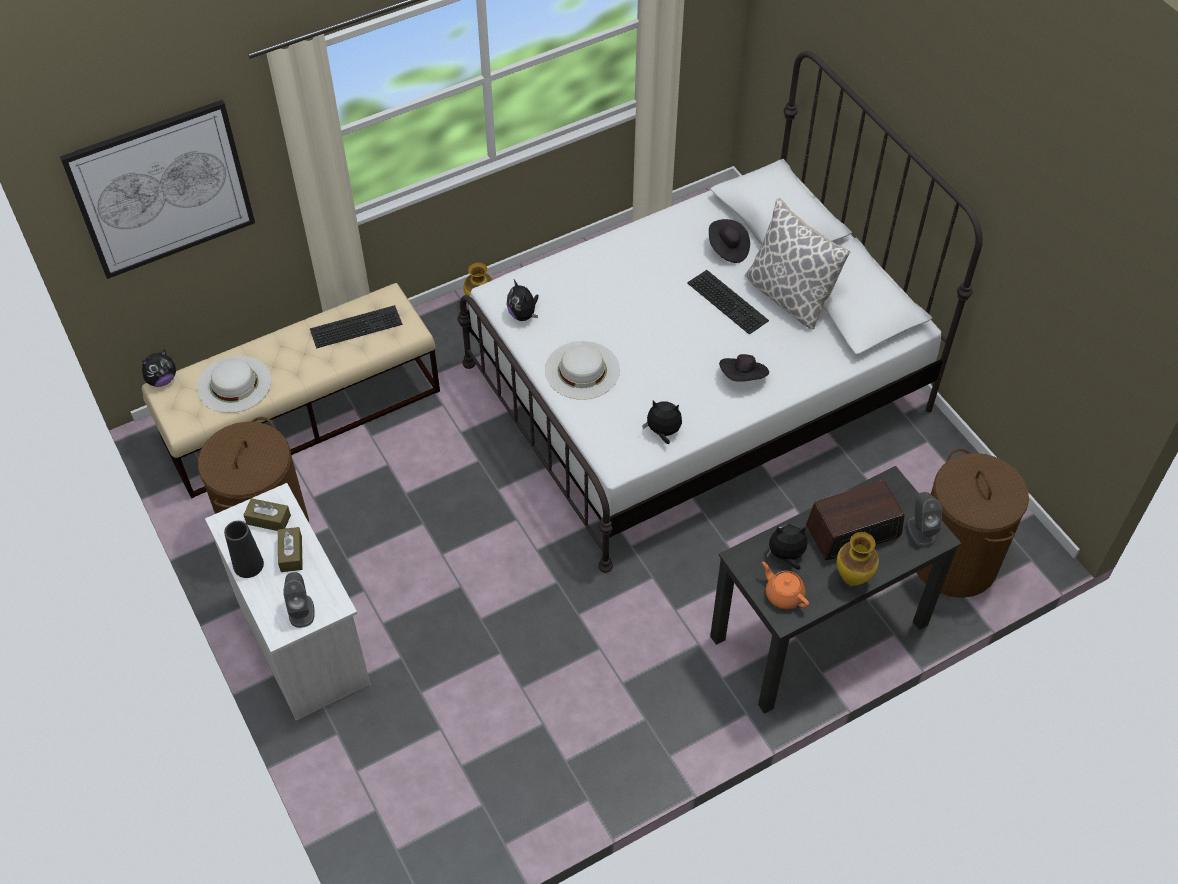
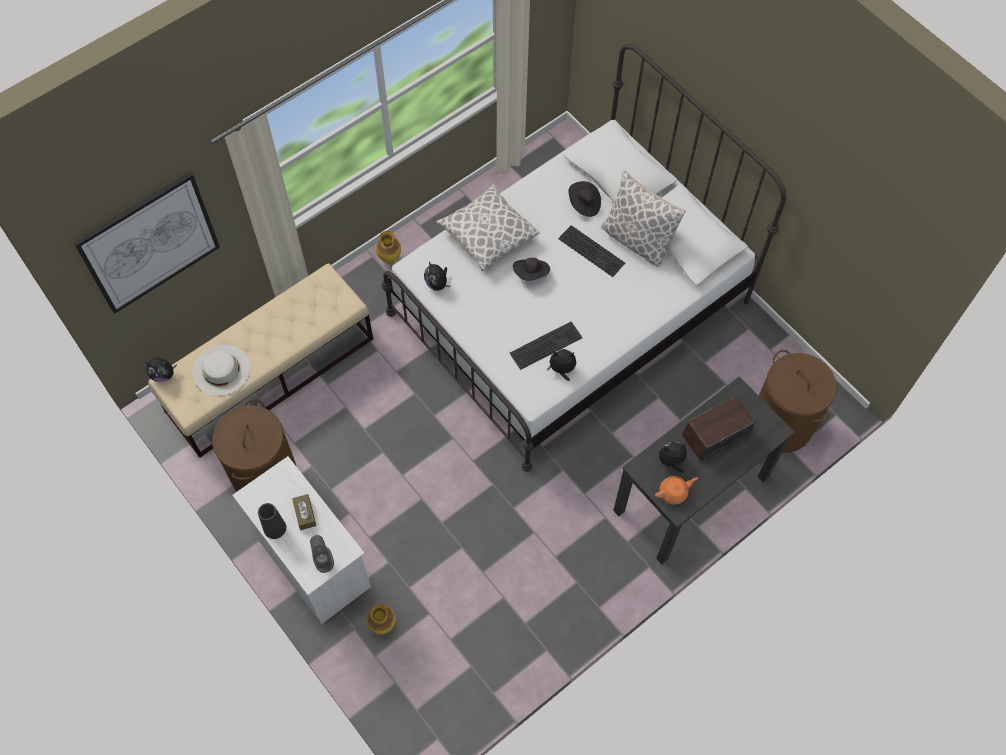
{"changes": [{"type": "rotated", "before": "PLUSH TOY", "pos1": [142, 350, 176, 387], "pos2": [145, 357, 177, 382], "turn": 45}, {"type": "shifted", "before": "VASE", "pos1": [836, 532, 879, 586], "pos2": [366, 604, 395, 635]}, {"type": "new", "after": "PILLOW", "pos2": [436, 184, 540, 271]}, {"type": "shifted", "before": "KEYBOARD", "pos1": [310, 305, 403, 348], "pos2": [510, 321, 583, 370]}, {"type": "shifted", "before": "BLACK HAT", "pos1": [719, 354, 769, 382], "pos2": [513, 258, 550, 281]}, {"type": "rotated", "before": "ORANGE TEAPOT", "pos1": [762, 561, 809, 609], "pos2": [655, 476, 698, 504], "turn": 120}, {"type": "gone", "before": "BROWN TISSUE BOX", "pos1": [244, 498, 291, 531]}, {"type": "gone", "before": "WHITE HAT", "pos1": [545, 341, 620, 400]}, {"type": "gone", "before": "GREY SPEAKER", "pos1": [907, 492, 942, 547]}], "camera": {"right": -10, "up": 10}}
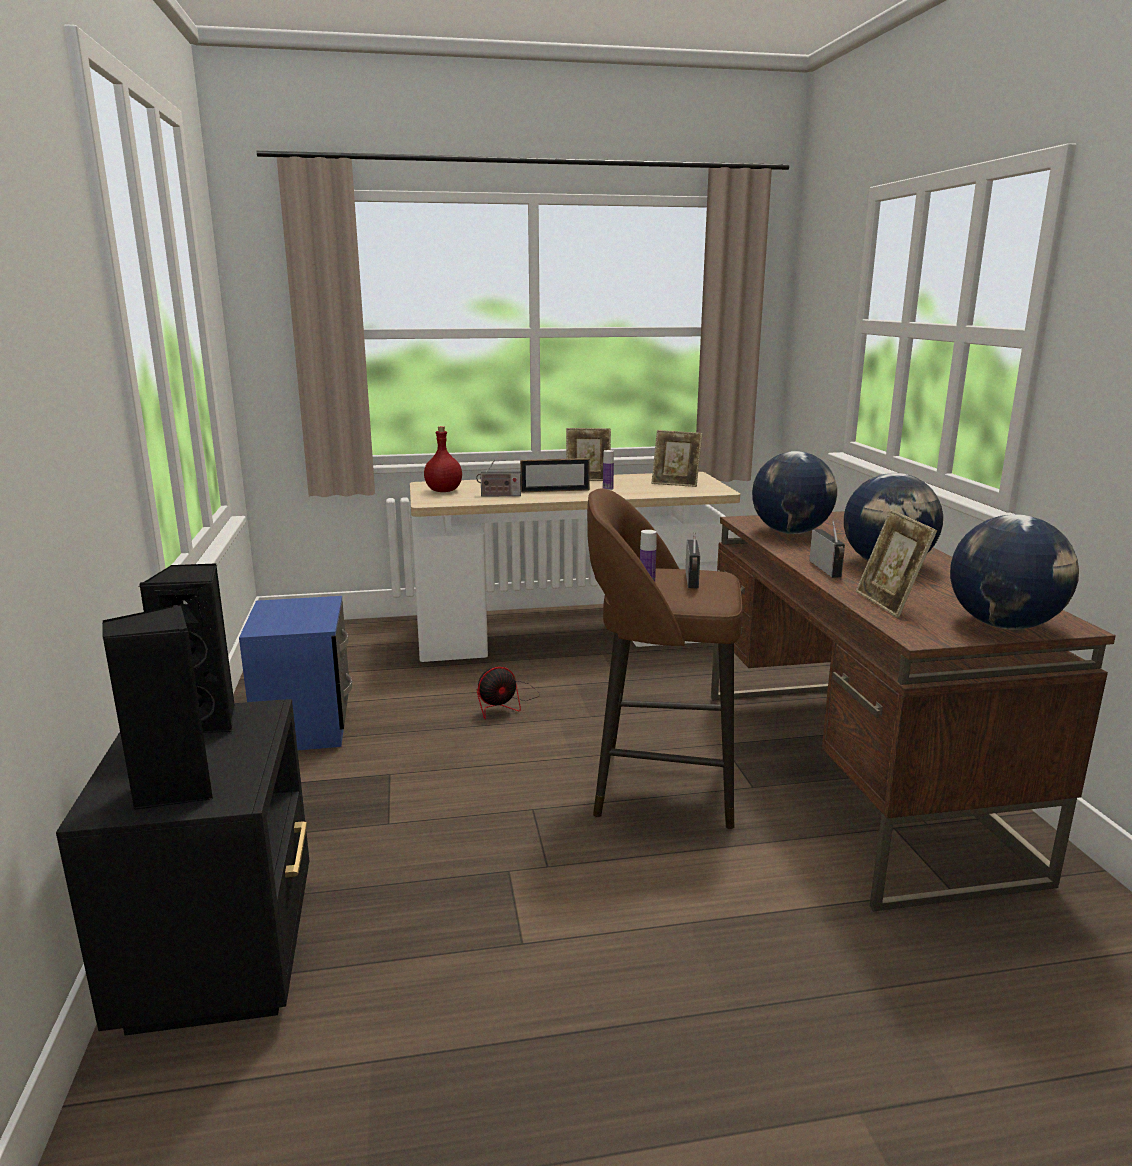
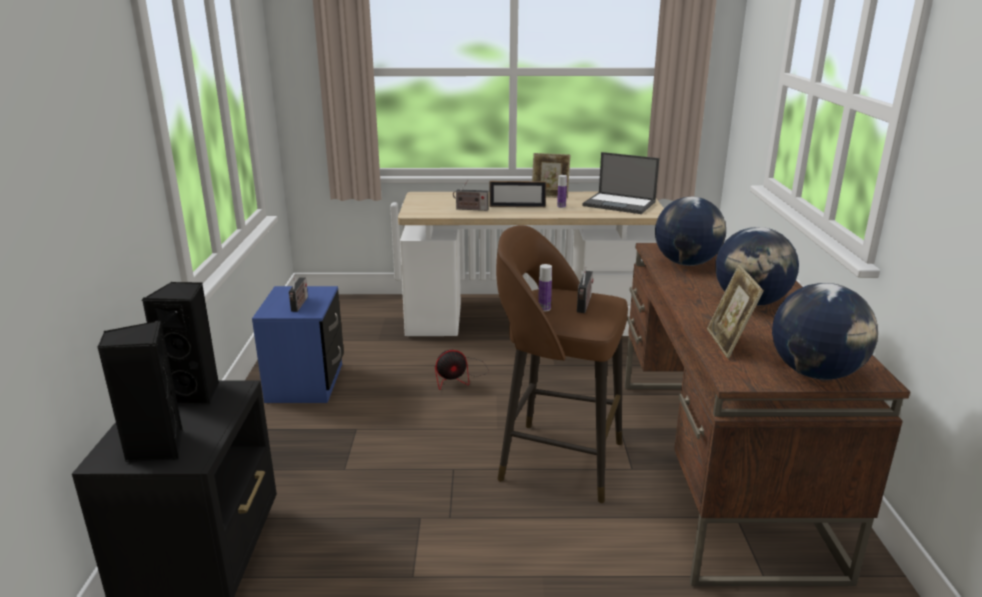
{"changes": [{"type": "shifted", "before": "RADIO", "pos1": [809, 521, 845, 578], "pos2": [289, 275, 308, 312]}, {"type": "swapped", "before": "PICTURE FRAME", "after": "LAPTOP", "pos1": [651, 430, 702, 487], "pos2": [583, 152, 660, 214]}, {"type": "gone", "before": "RED BOTTLE", "pos1": [424, 426, 462, 492]}], "camera": {"right": 10, "up": 5}}
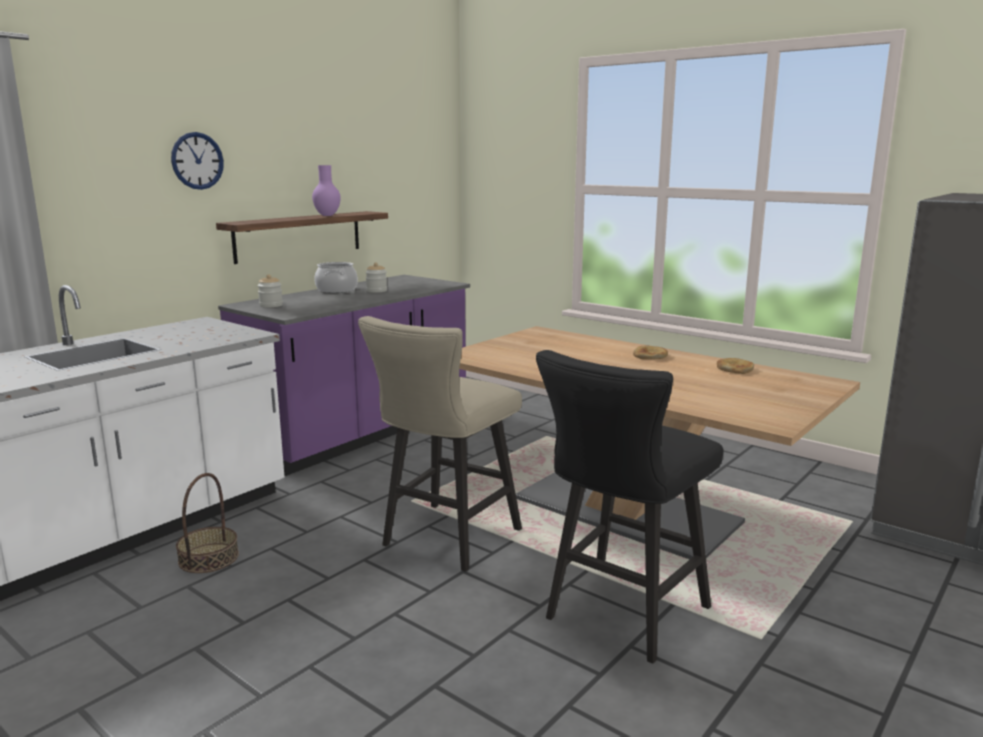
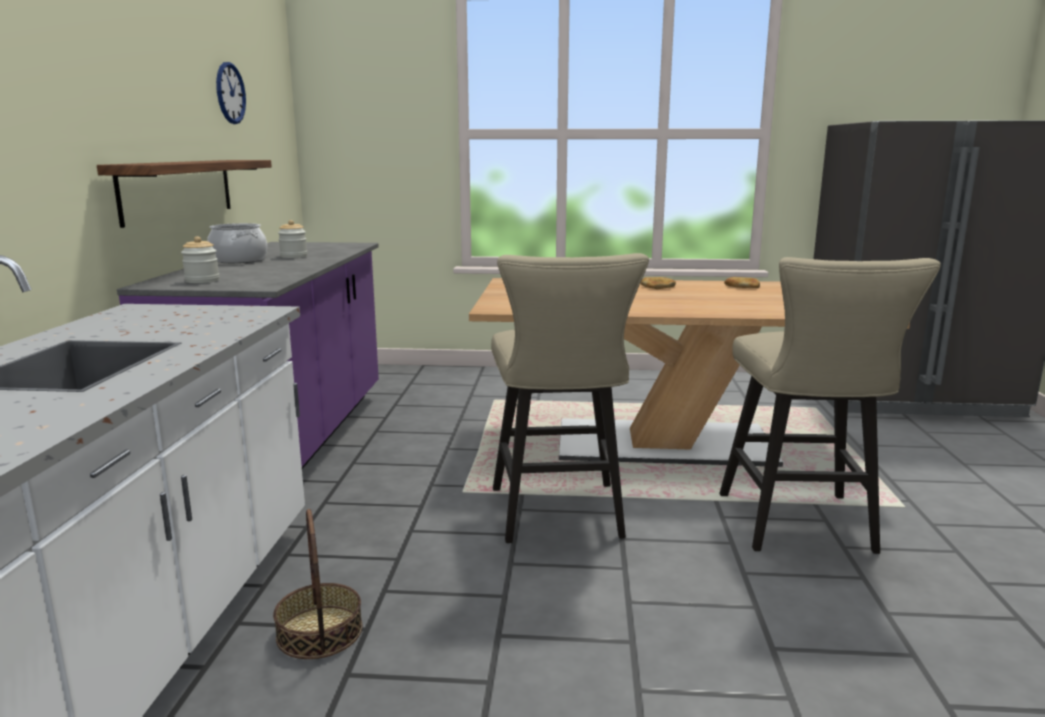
{"changes": [{"type": "shifted", "before": "WALL CLOCK", "pos1": [171, 132, 224, 190], "pos2": [216, 62, 246, 124]}, {"type": "repainted", "before": "BLACK STOOL", "after": "BEIGE STOOL", "pos1": [536, 350, 723, 664], "pos2": [719, 257, 941, 554]}, {"type": "gone", "before": "PURPLE VASE", "pos1": [312, 165, 341, 216]}], "camera": {"right": -35, "up": 0}}
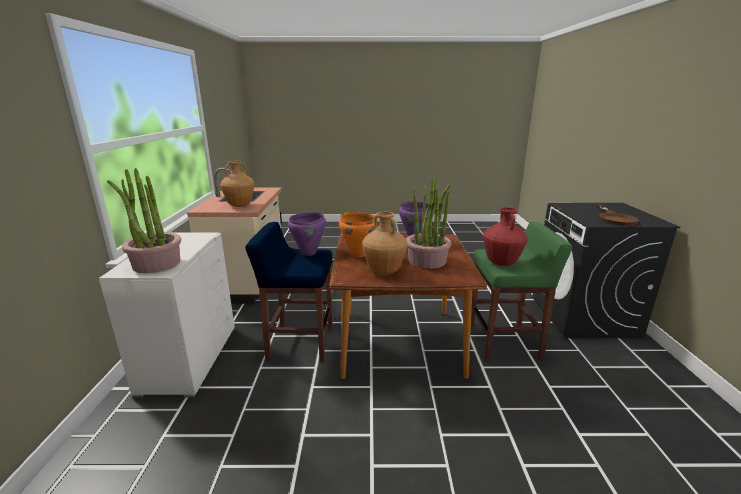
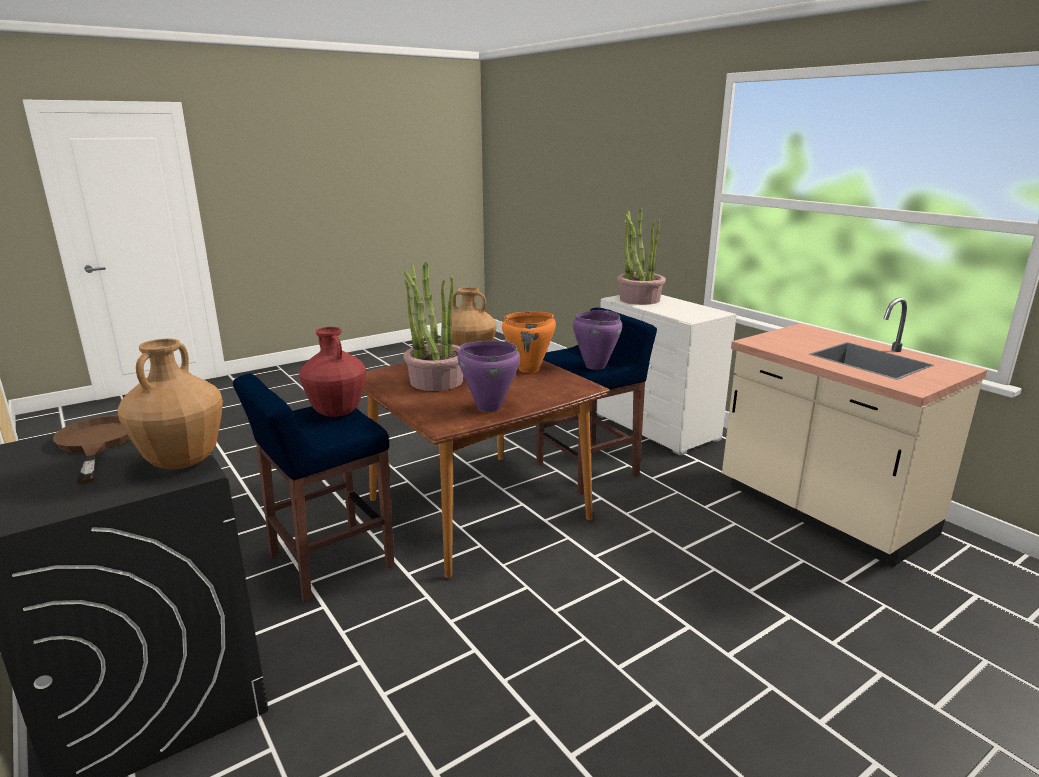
{"changes": [{"type": "shifted", "before": "BROWN VASE", "pos1": [220, 161, 254, 207], "pos2": [118, 338, 223, 469]}, {"type": "repainted", "before": "GREEN STOOL", "after": "BLUE STOOL", "pos1": [471, 222, 573, 361], "pos2": [233, 373, 394, 602]}], "camera": {"right": 145, "up": 0}}
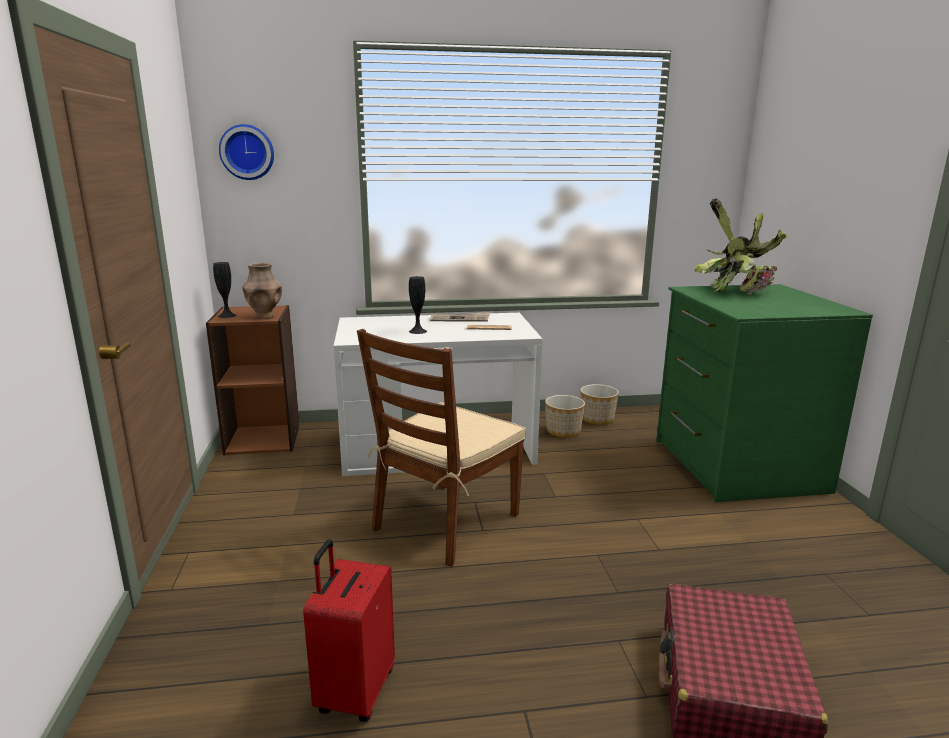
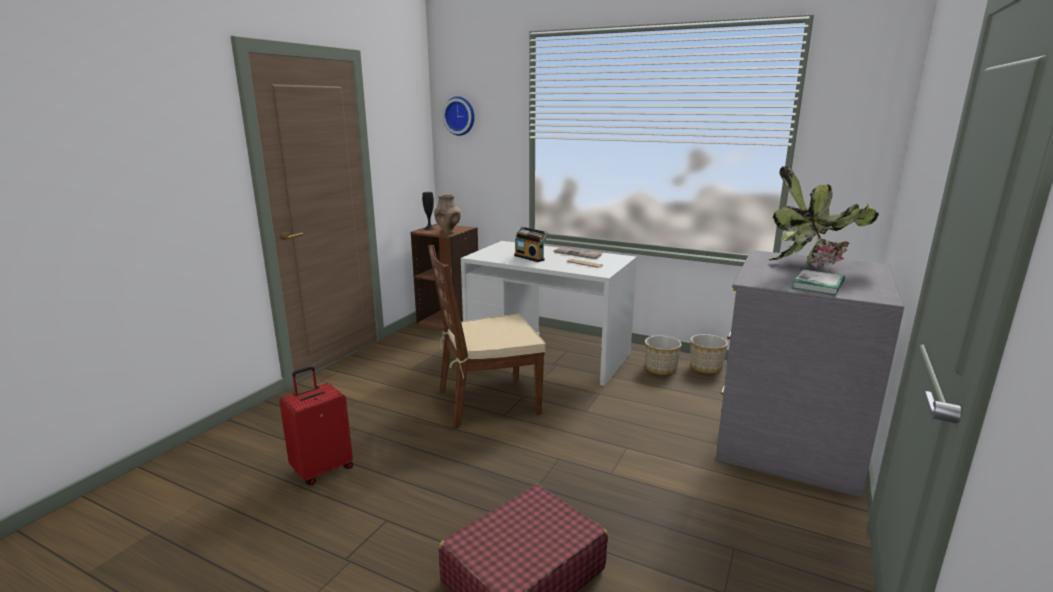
{"changes": [{"type": "swapped", "before": "BLACK VASE", "after": "RADIO", "pos1": [409, 276, 427, 334], "pos2": [514, 227, 548, 262]}, {"type": "repainted", "before": "GREEN DRESSER", "after": "GREY DRESSER", "pos1": [656, 284, 873, 502], "pos2": [715, 250, 904, 497]}, {"type": "new", "after": "BOOK", "pos2": [792, 269, 845, 295]}], "camera": {"right": 35, "up": 0}}
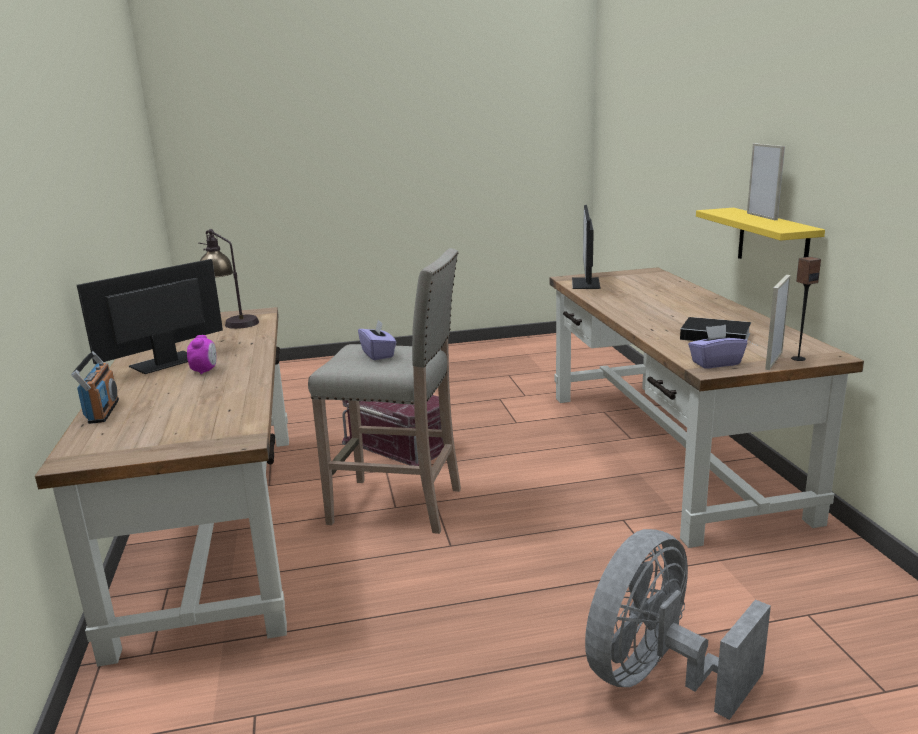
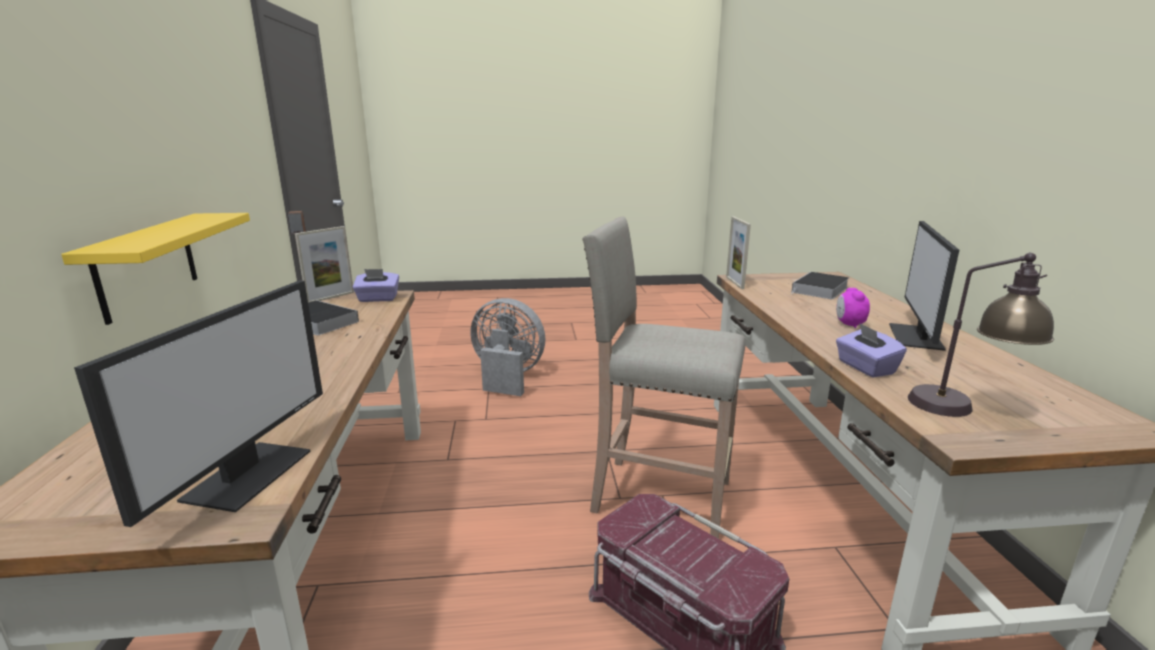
{"changes": [{"type": "rotated", "before": "GREY FAN", "pos1": [585, 529, 771, 720], "pos2": [470, 298, 546, 396], "turn": -120}, {"type": "shifted", "before": "PICTURE FRAME", "pos1": [747, 143, 785, 220], "pos2": [726, 216, 751, 289]}, {"type": "new", "after": "BOOK", "pos2": [790, 272, 849, 299]}, {"type": "shifted", "before": "PURPLE TISSUE BOX", "pos1": [358, 320, 397, 360], "pos2": [836, 323, 907, 377]}, {"type": "rotated", "before": "MONITOR", "pos1": [77, 259, 223, 374], "pos2": [889, 221, 959, 351], "turn": 150}, {"type": "gone", "before": "RADIO", "pos1": [71, 351, 119, 424]}], "camera": {"right": -175, "up": 0}}
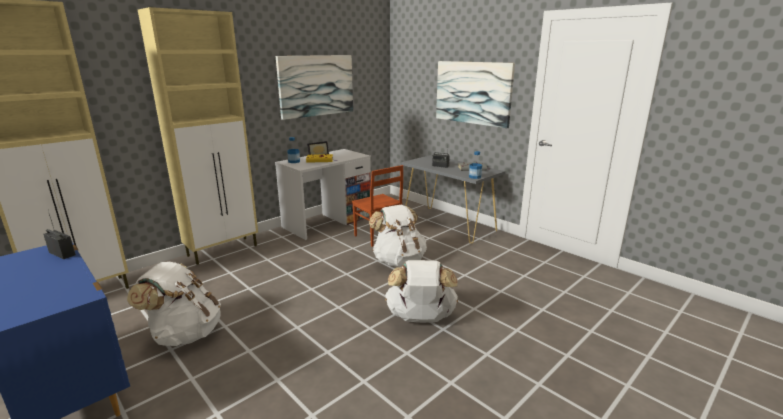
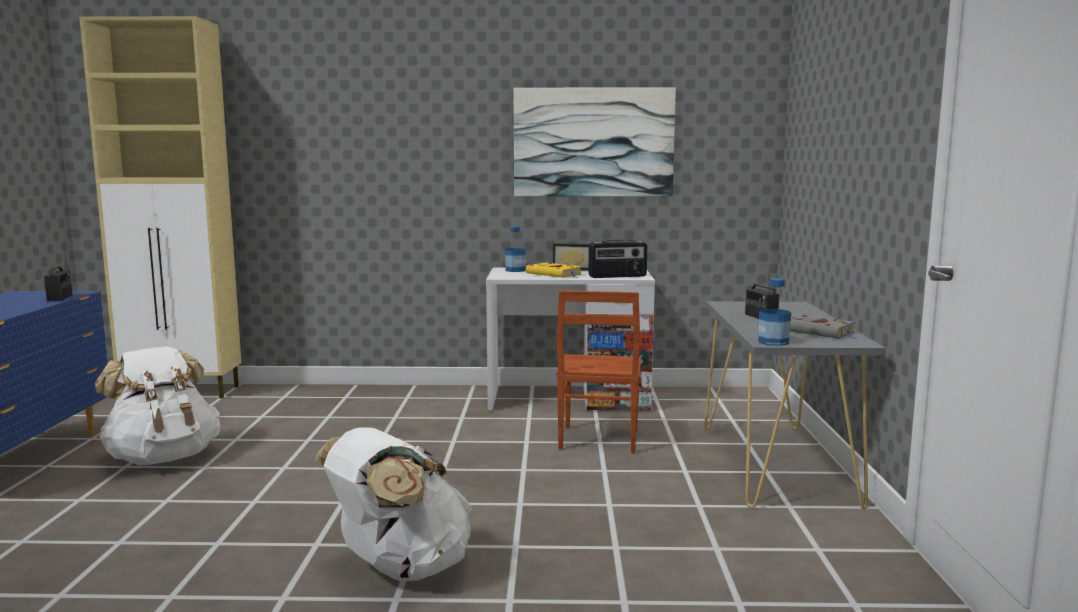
{"changes": [{"type": "new", "after": "RADIO", "pos2": [589, 240, 647, 278]}, {"type": "gone", "before": "BEIGE CABINET", "pos1": [138, 7, 258, 265]}, {"type": "gone", "before": "WHITE BACKPACK", "pos1": [369, 204, 427, 267]}, {"type": "gone", "before": "PICTURE", "pos1": [436, 61, 515, 128]}], "camera": {"right": 45, "up": -10}}
